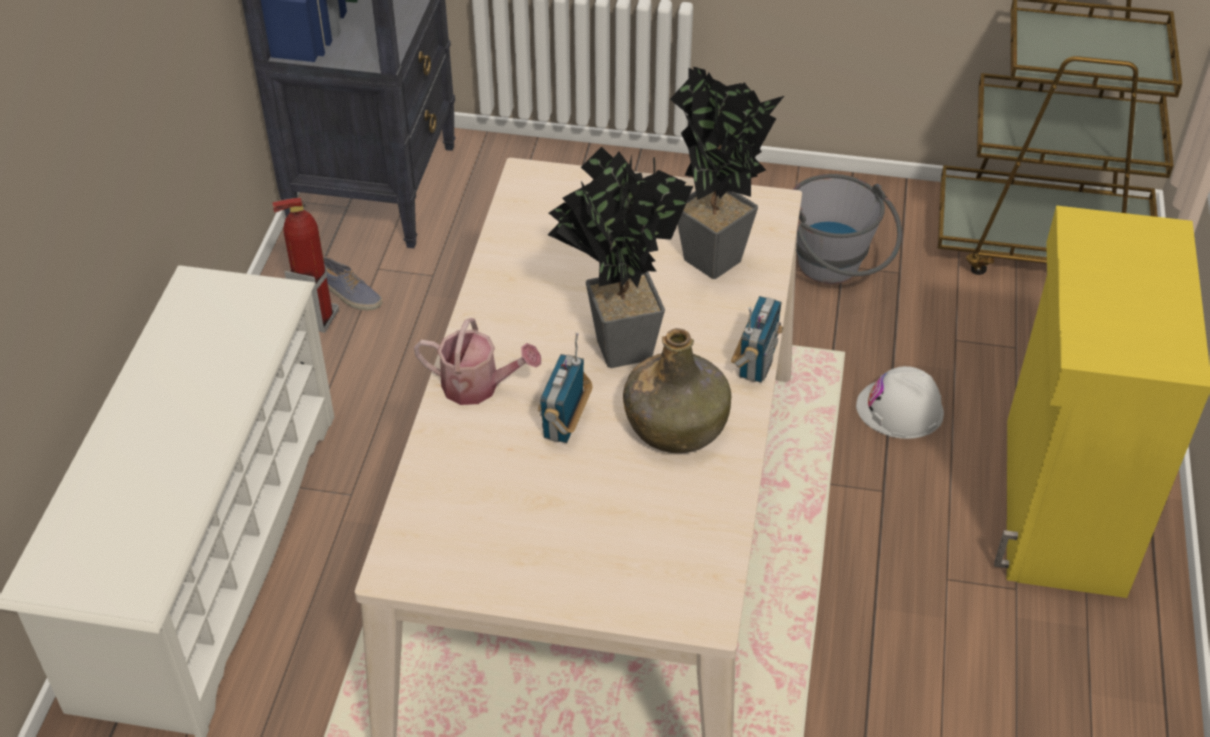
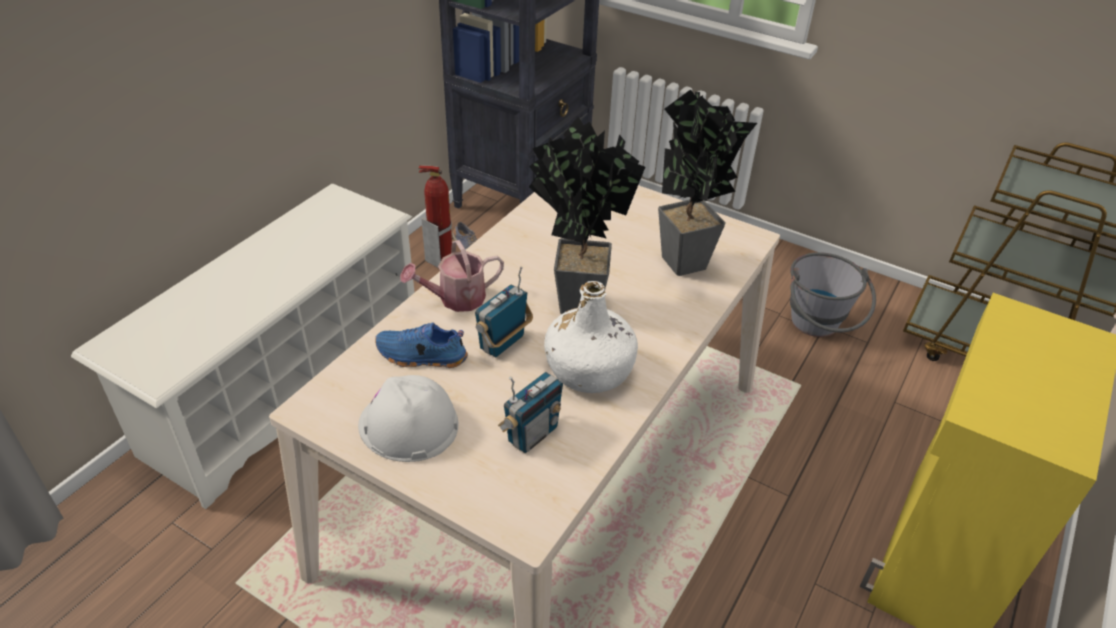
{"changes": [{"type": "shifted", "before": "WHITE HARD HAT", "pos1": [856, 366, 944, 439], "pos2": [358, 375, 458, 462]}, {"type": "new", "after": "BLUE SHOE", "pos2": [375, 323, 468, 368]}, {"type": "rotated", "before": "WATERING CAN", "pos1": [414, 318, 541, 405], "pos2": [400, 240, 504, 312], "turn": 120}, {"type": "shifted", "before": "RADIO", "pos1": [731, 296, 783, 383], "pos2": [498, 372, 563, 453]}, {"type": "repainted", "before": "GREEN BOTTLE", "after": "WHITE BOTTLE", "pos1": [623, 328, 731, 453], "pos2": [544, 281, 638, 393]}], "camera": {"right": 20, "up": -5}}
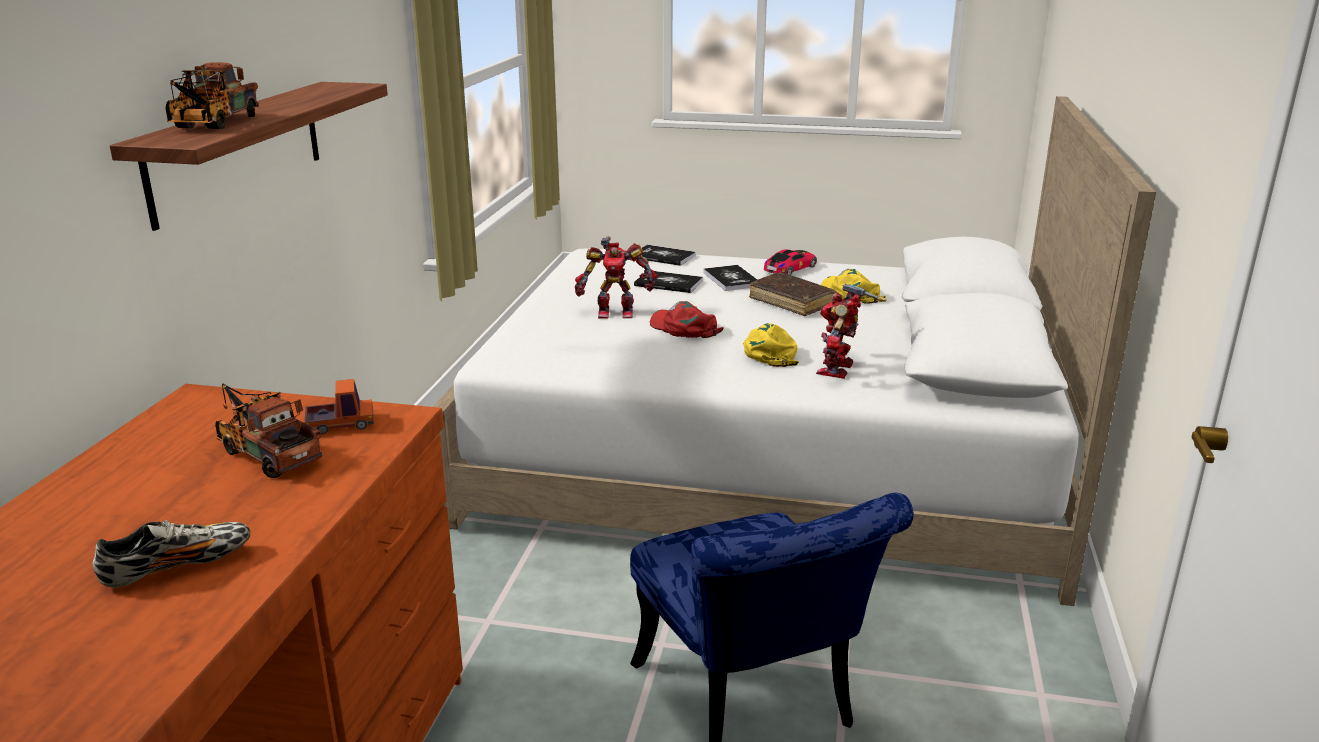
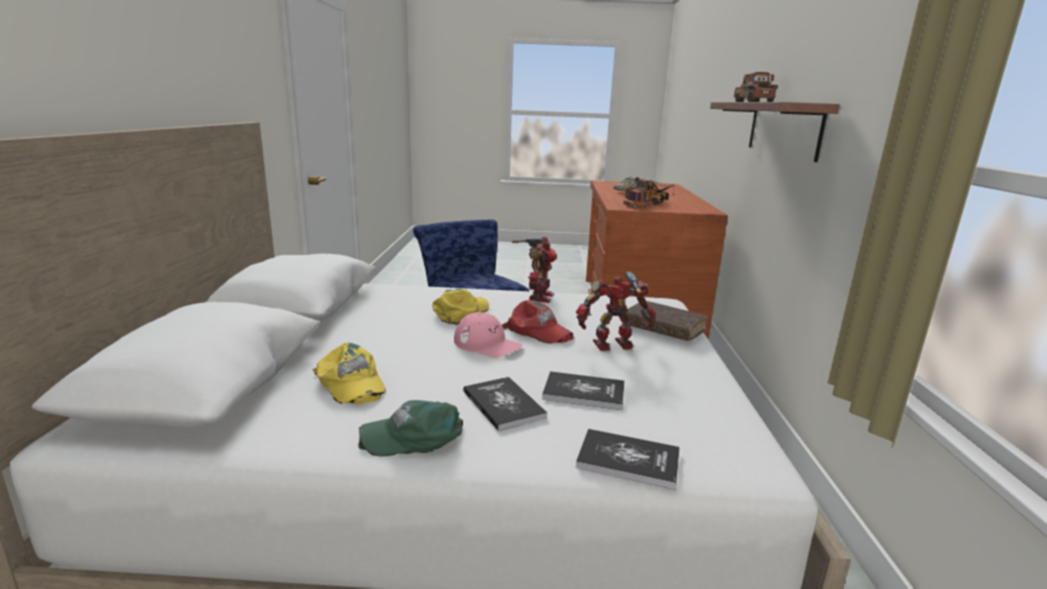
{"changes": [{"type": "swapped", "before": "TOY CAR", "after": "GREEN CAP", "pos1": [764, 249, 817, 275], "pos2": [358, 400, 463, 456]}, {"type": "rotated", "before": "YELLOW CAP", "pos1": [743, 323, 799, 367], "pos2": [432, 289, 489, 325], "turn": -135}, {"type": "new", "after": "PINK CAP", "pos2": [454, 312, 523, 358]}, {"type": "shifted", "before": "TOY ROBOT", "pos1": [816, 283, 887, 379], "pos2": [512, 237, 557, 303]}, {"type": "shifted", "before": "BROWN BOOK", "pos1": [749, 272, 838, 316], "pos2": [626, 301, 708, 341]}], "camera": {"right": 170, "up": -5}}
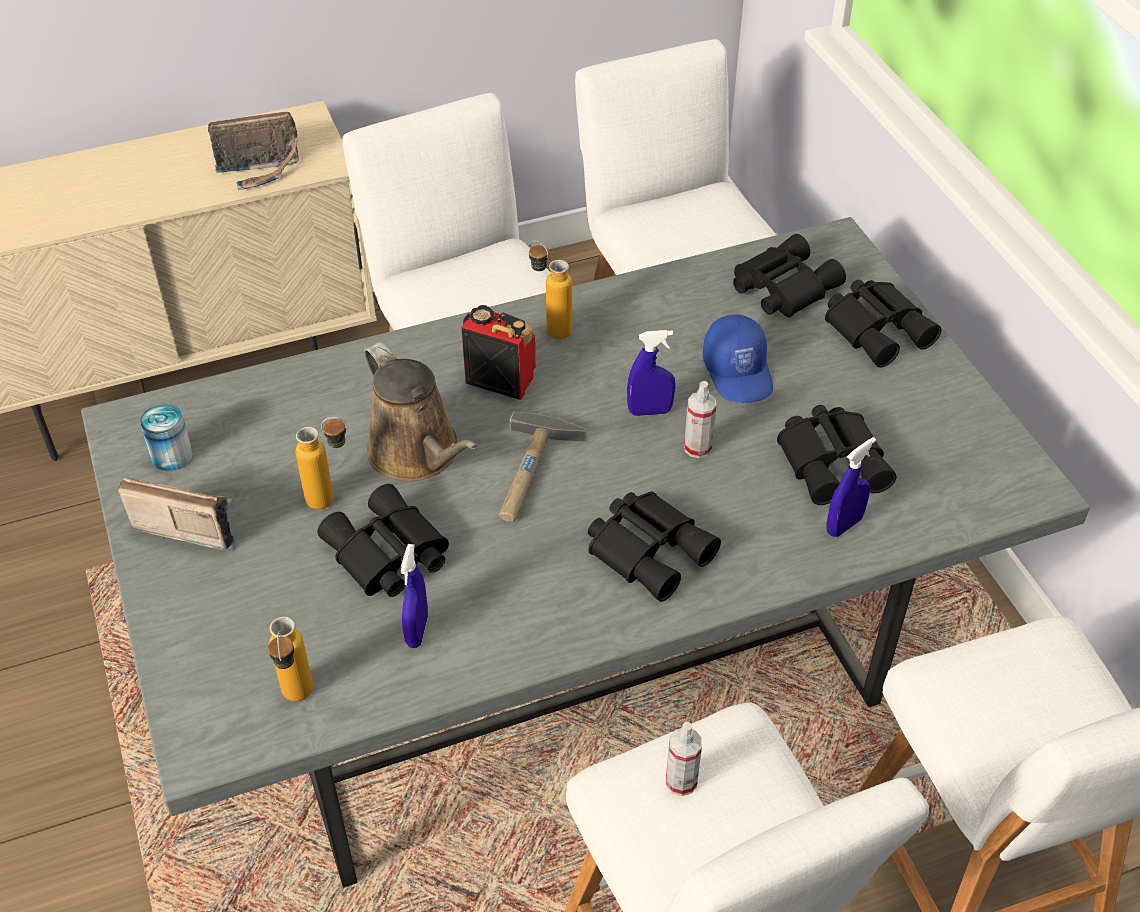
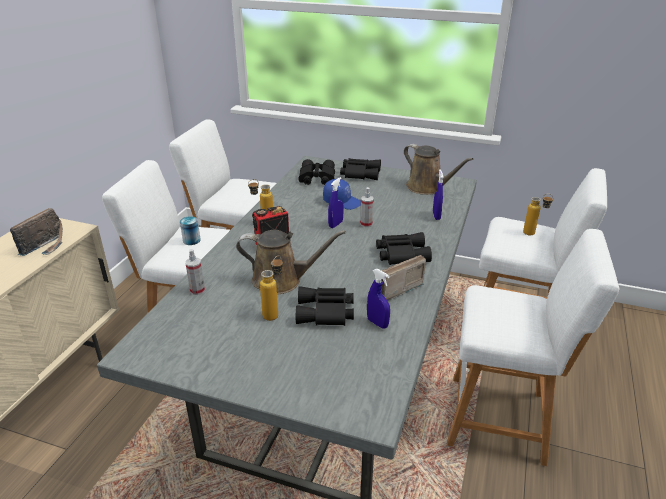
{"changes": [{"type": "shifted", "before": "CAN", "pos1": [140, 404, 193, 471], "pos2": [180, 216, 201, 245]}, {"type": "shifted", "before": "SPRAY BOTTLE", "pos1": [666, 722, 702, 796], "pos2": [185, 249, 205, 295]}, {"type": "shifted", "before": "RADIO", "pos1": [118, 477, 236, 551], "pos2": [381, 255, 426, 301]}, {"type": "new", "after": "BROWN WATERING CAN", "pos2": [404, 144, 473, 195]}, {"type": "shifted", "before": "BOTTLE", "pos1": [268, 617, 313, 701], "pos2": [523, 194, 553, 235]}, {"type": "gone", "before": "HAMMER", "pos1": [499, 412, 587, 522]}, {"type": "gone", "before": "BLACK BINOCULARS", "pos1": [777, 405, 897, 505]}], "camera": {"right": -50, "up": -15}}
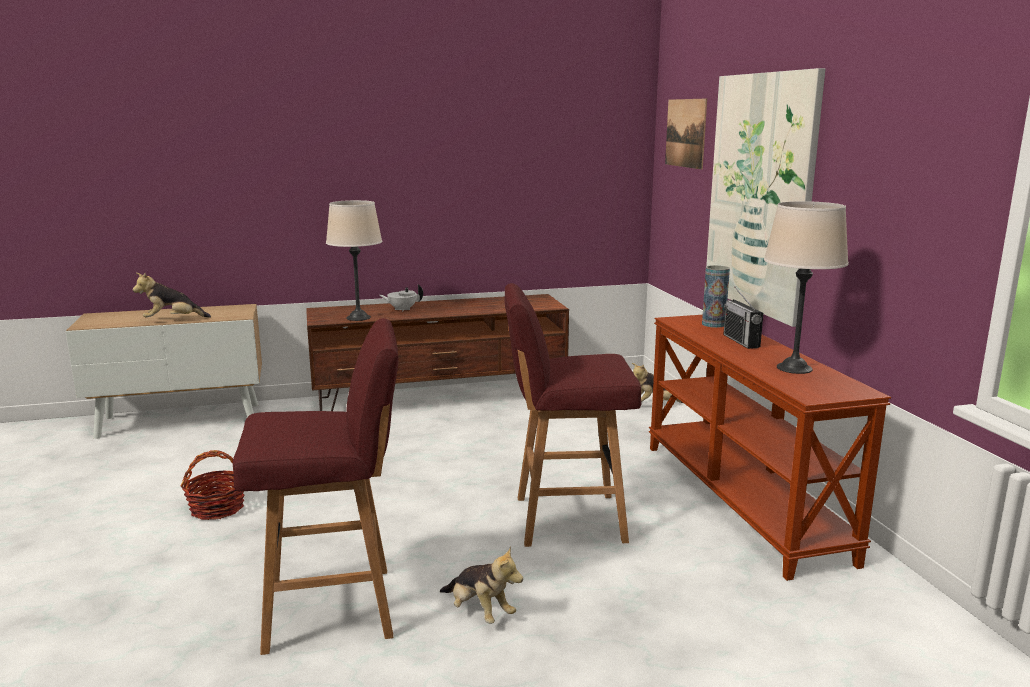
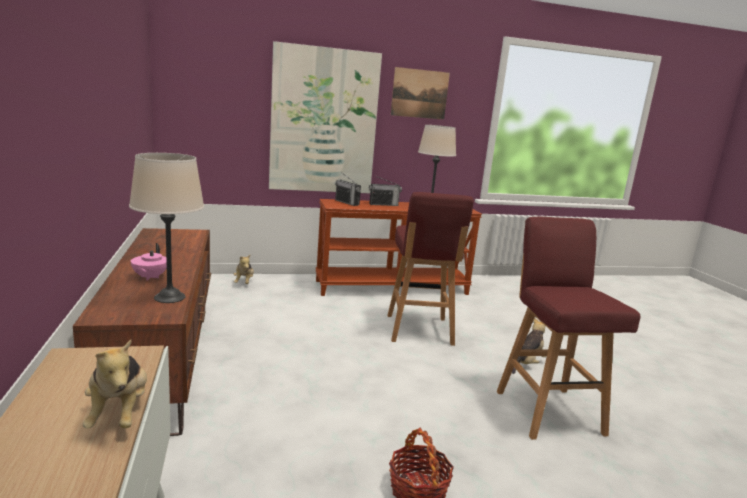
{"changes": [{"type": "repainted", "before": "WHITE TEAPOT", "after": "PINK TEAPOT", "pos1": [379, 284, 423, 312], "pos2": [131, 243, 167, 281]}, {"type": "swapped", "before": "VASE", "after": "RADIO", "pos1": [702, 265, 730, 328], "pos2": [335, 172, 361, 206]}, {"type": "shifted", "before": "PICTURE", "pos1": [665, 99, 707, 170], "pos2": [391, 67, 450, 120]}], "camera": {"right": -90, "up": 0}}
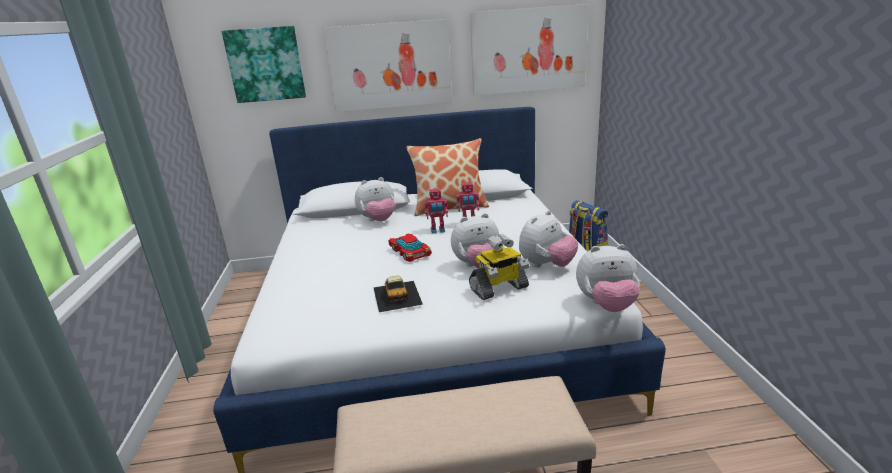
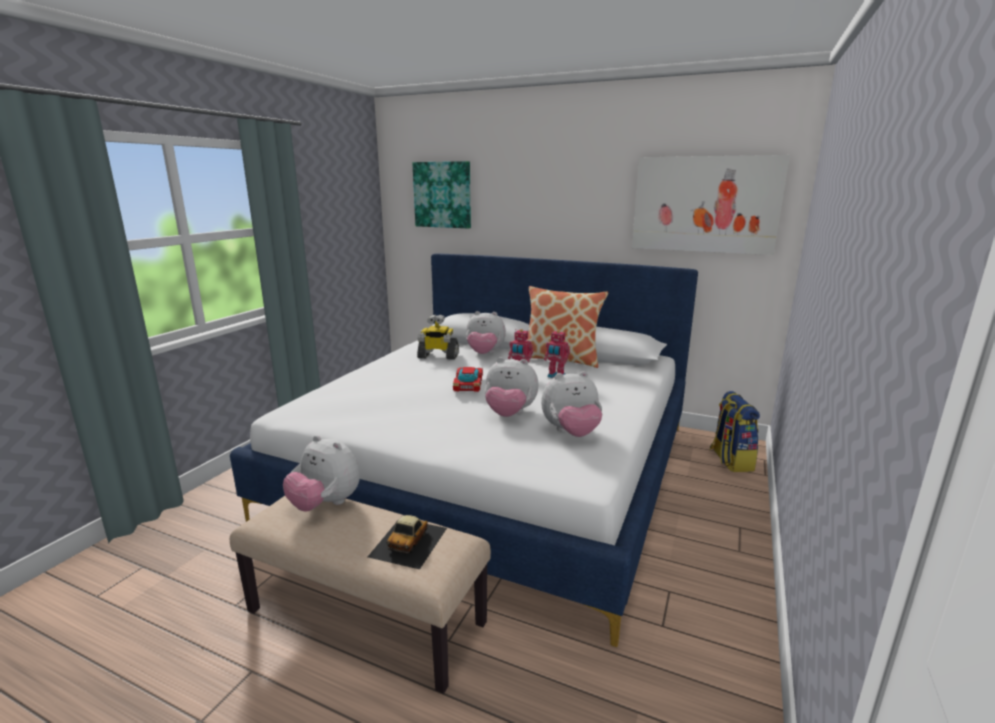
{"changes": [{"type": "shifted", "before": "PLUSH TOY", "pos1": [576, 244, 640, 312], "pos2": [283, 435, 360, 511]}, {"type": "shifted", "before": "TOY CAR", "pos1": [374, 276, 423, 312], "pos2": [368, 515, 447, 570]}, {"type": "shifted", "before": "TOY ROBOT", "pos1": [469, 234, 529, 300], "pos2": [417, 314, 459, 360]}, {"type": "gone", "before": "PICTURE", "pos1": [324, 19, 452, 112]}], "camera": {"right": 30, "up": -5}}
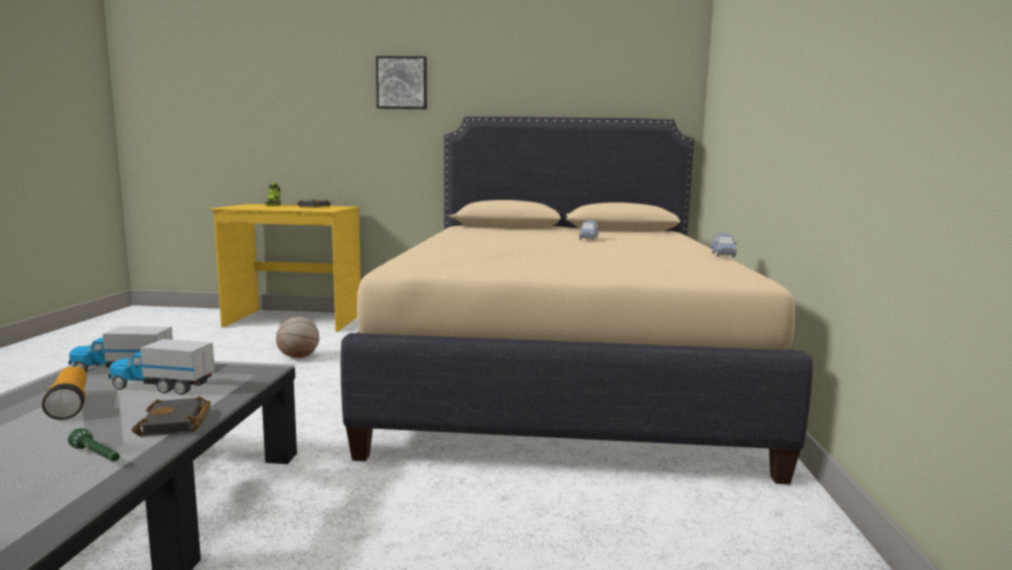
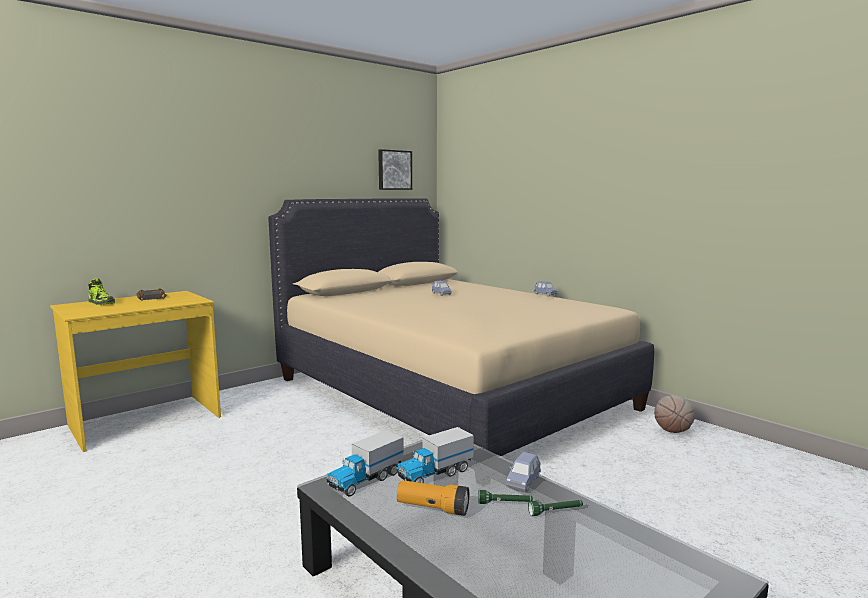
{"changes": [{"type": "shifted", "before": "PICTURE", "pos1": [376, 56, 427, 109], "pos2": [378, 149, 412, 190]}, {"type": "new", "after": "GREEN FLASHLIGHT", "pos2": [478, 490, 533, 504]}, {"type": "swapped", "before": "BLACK BOOK", "after": "BLUE TOY CAR", "pos1": [132, 396, 211, 437], "pos2": [506, 452, 541, 492]}, {"type": "shifted", "before": "BASKETBALL", "pos1": [276, 317, 319, 358], "pos2": [654, 395, 695, 433]}], "camera": {"right": -45, "up": 0}}
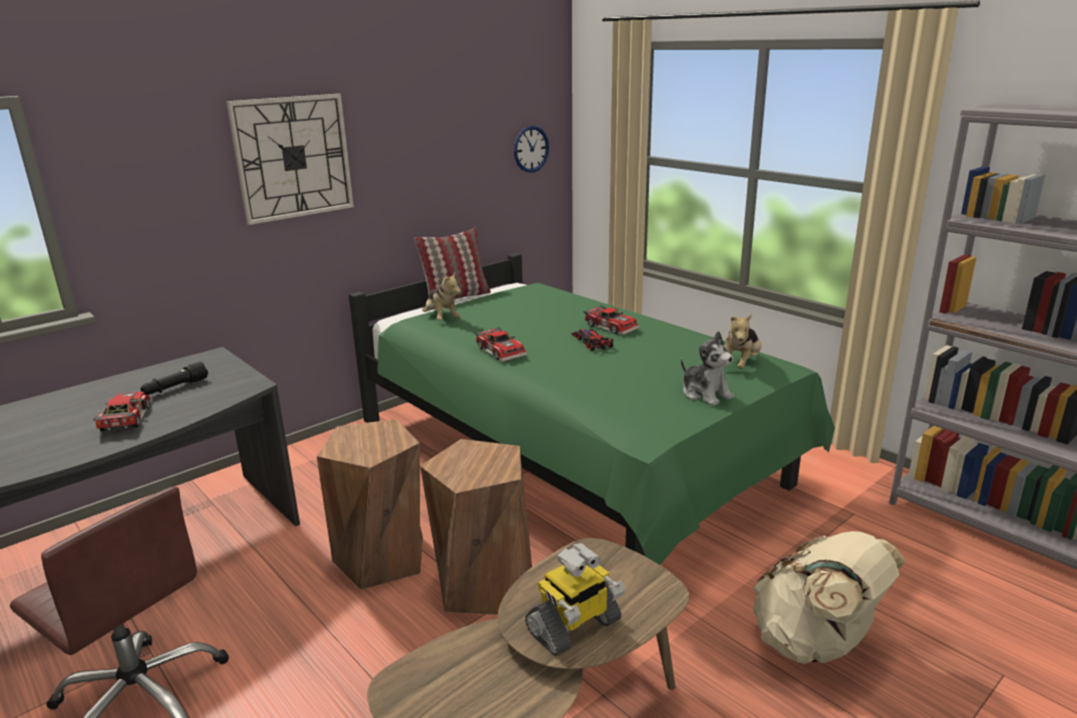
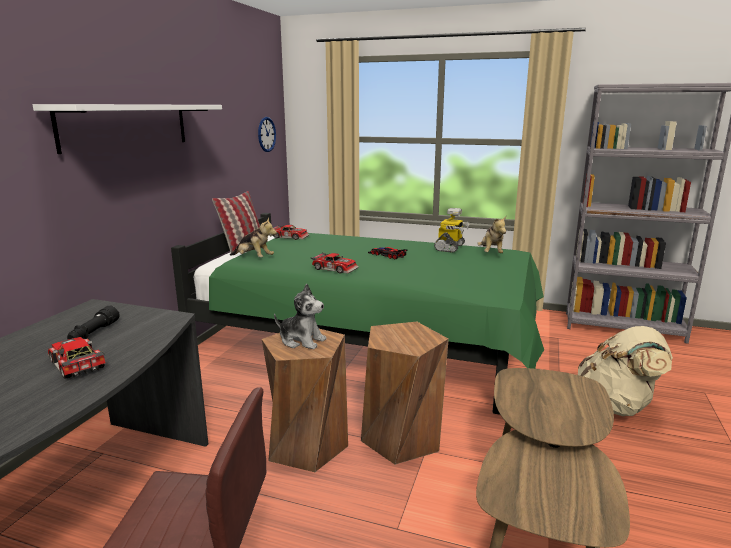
{"changes": [{"type": "swapped", "before": "WALL CLOCK", "after": "WHITE SHELF", "pos1": [226, 94, 354, 225], "pos2": [33, 104, 222, 154]}, {"type": "shifted", "before": "TOY CAR", "pos1": [583, 305, 640, 335], "pos2": [273, 225, 309, 240]}, {"type": "shifted", "before": "PLUSH TOY", "pos1": [681, 331, 734, 406], "pos2": [274, 284, 327, 349]}, {"type": "shifted", "before": "TOY ROBOT", "pos1": [525, 543, 625, 656], "pos2": [434, 208, 470, 253]}], "camera": {"right": -30, "up": -5}}
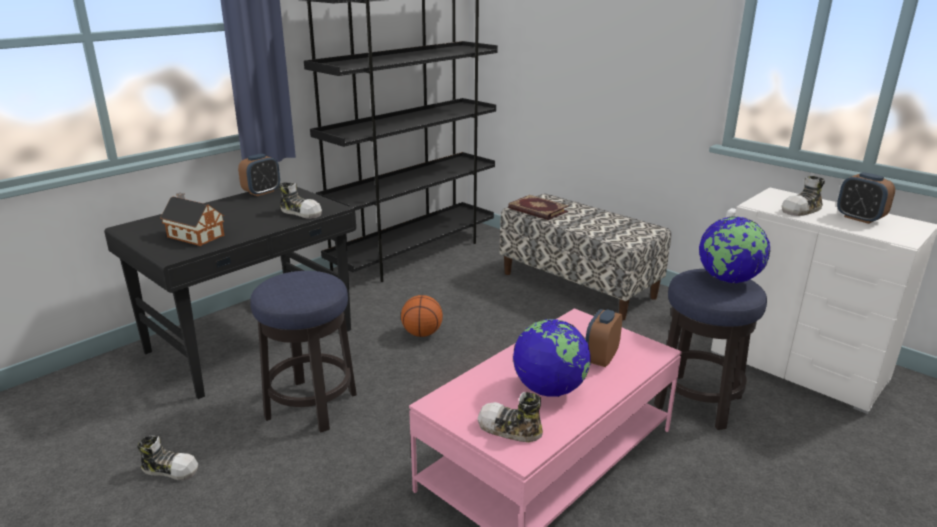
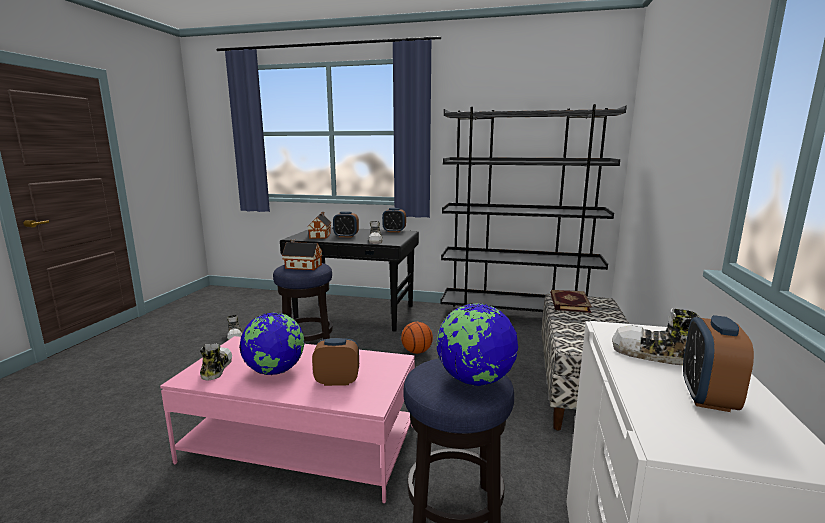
{"changes": [{"type": "new", "after": "TOY HOUSE", "pos2": [282, 239, 323, 270]}, {"type": "new", "after": "ALARM CLOCK", "pos2": [333, 212, 359, 238]}], "camera": {"right": 60, "up": -10}}
